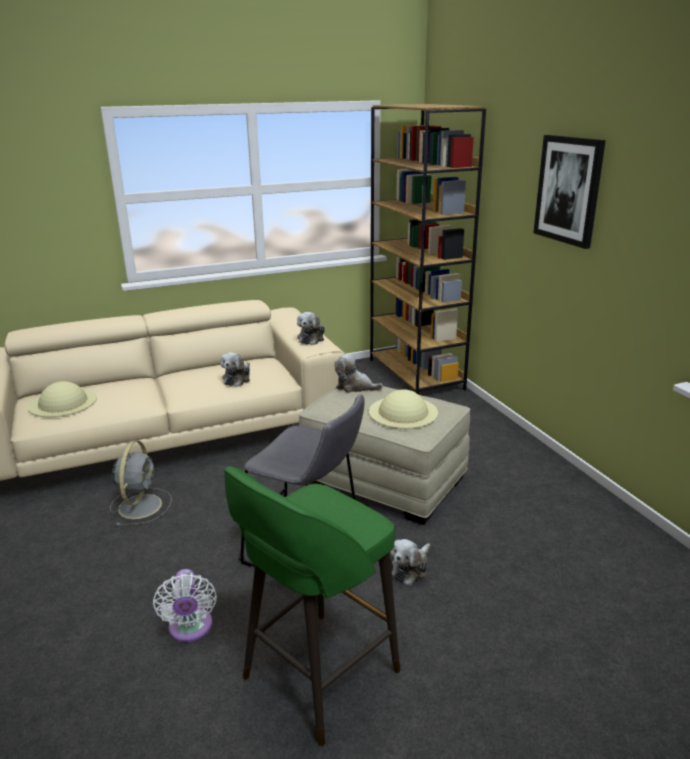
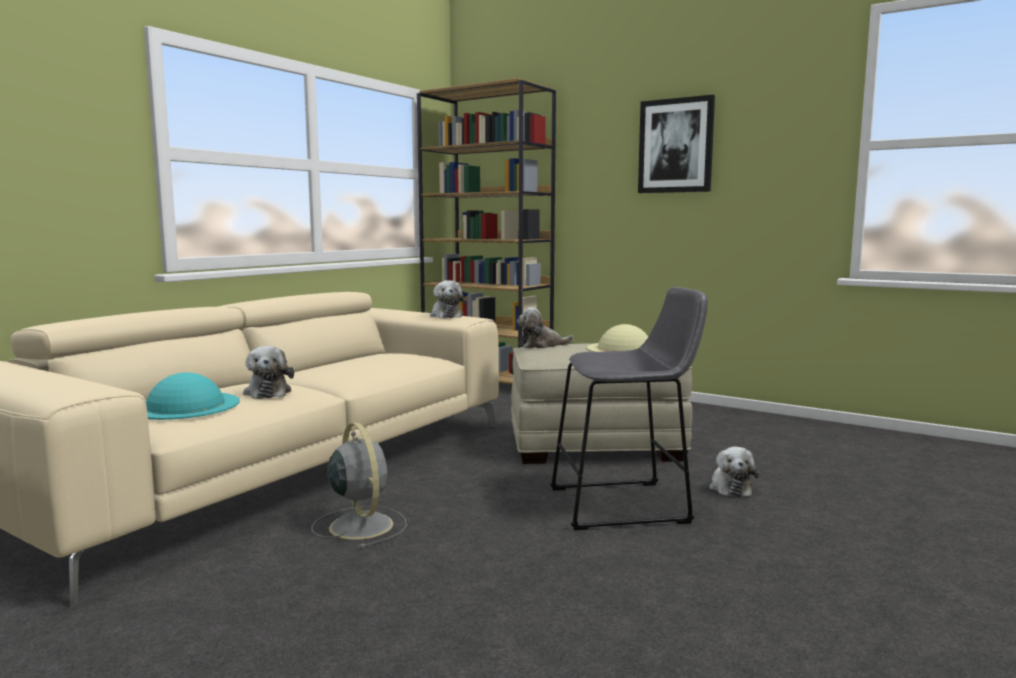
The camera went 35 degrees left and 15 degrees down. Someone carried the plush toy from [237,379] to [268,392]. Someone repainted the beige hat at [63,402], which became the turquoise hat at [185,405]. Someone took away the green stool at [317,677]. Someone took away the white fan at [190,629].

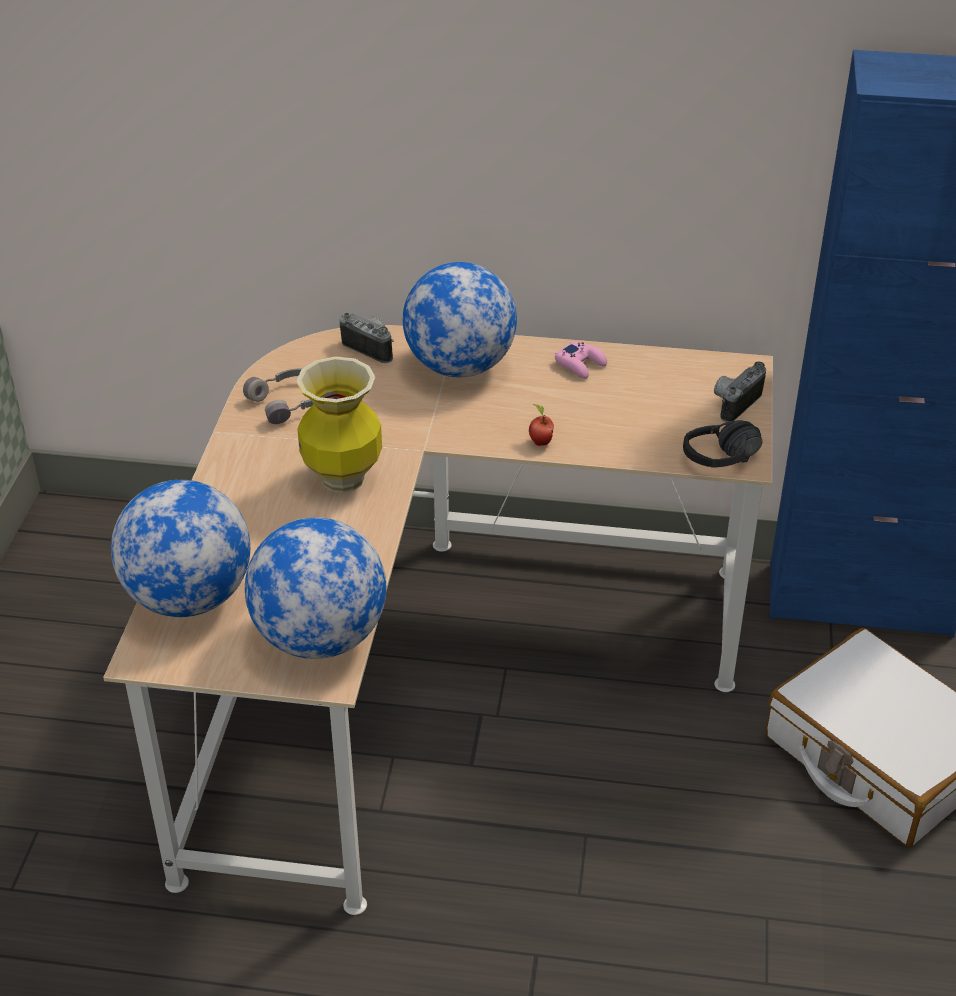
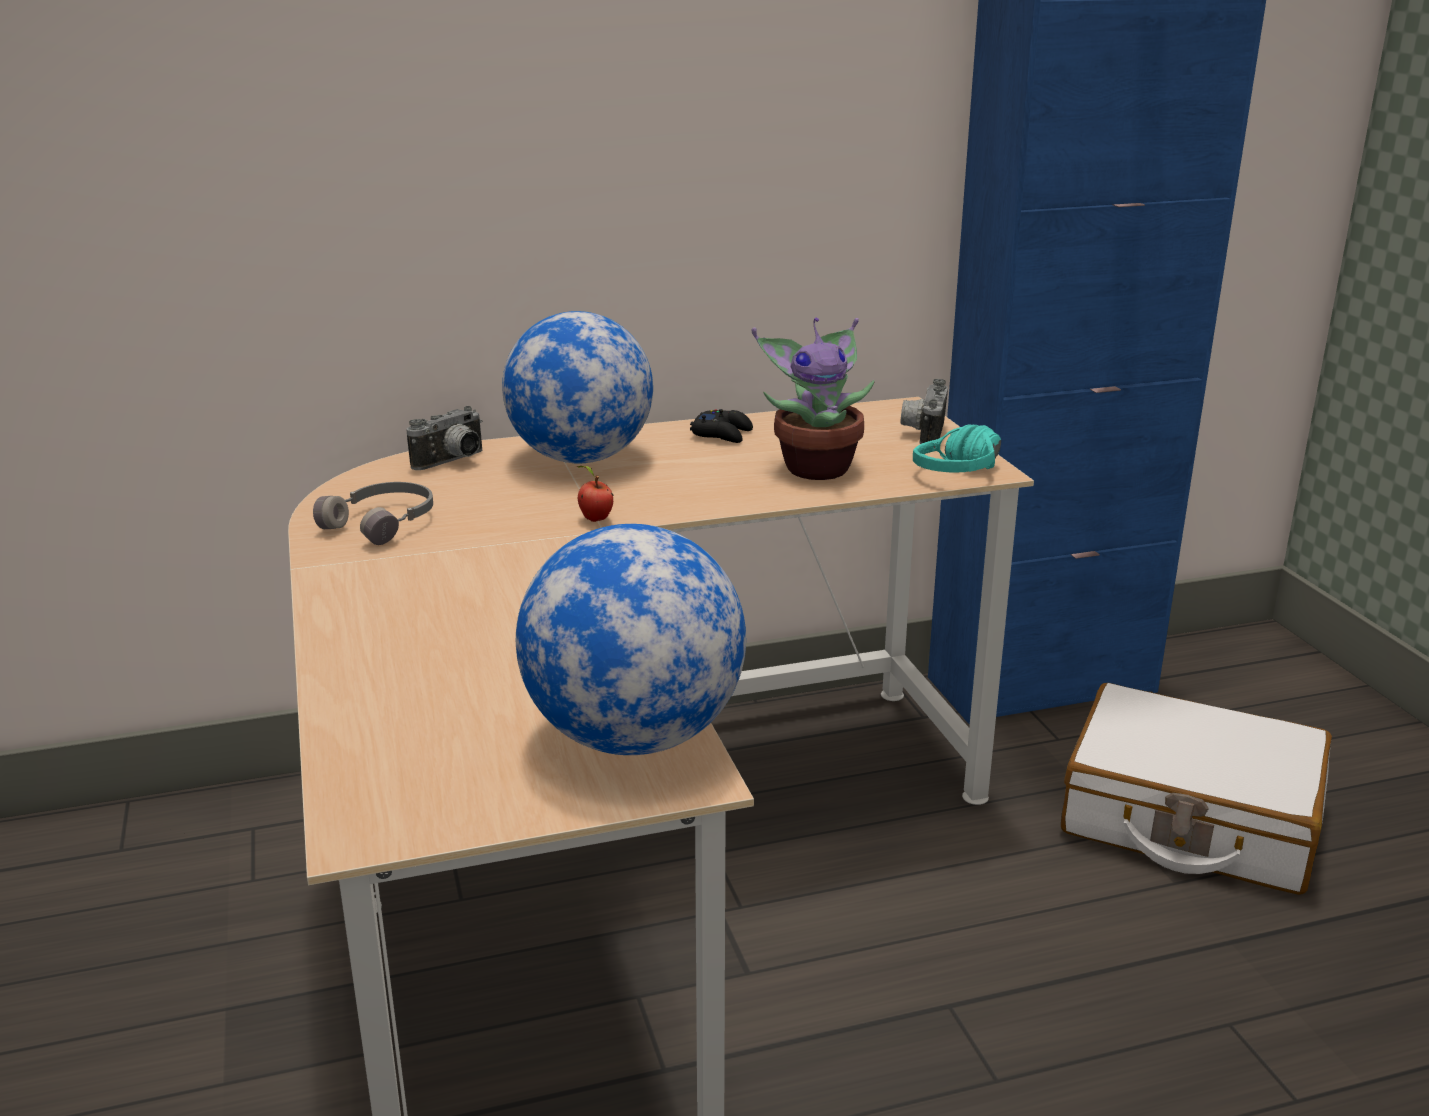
The camera went 25 degrees left and 15 degrees down. Someone rotated the photo camera at [372,347] by 120 degrees clockwise. Someone repainted the pink game controller at [580,364], which became the black game controller at [722,434]. Someone took away the vase at [342,479]. Someone carried the apple from [540,442] to [594,519]. Someone repainted the black headphones at [727,464], which became the turquoise headphones at [972,476]. Someone took away the globe at [188,598]. Someone put down the potted plant at [816,467].

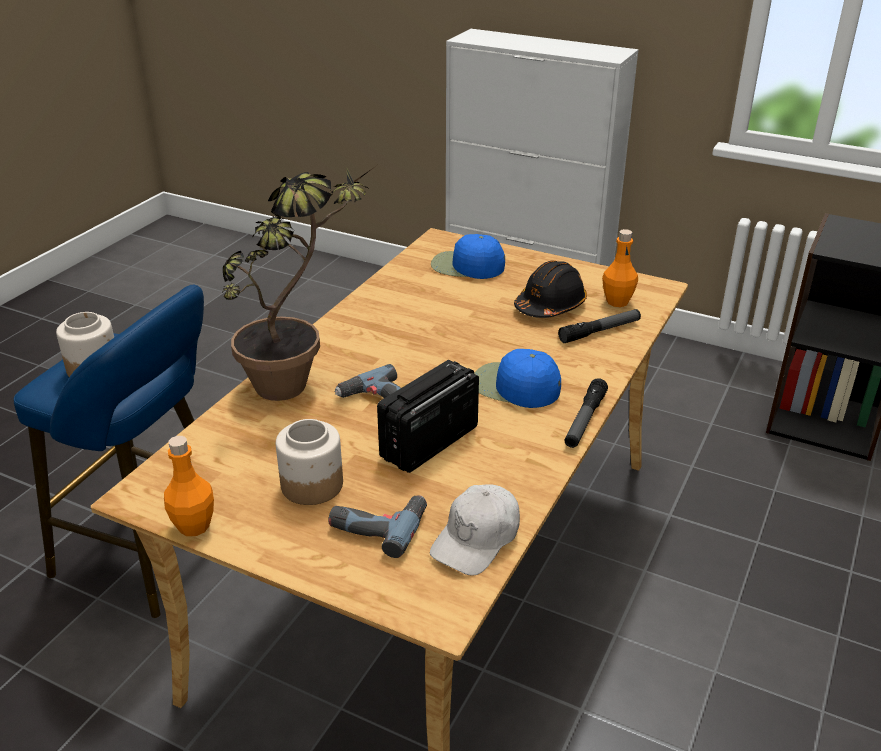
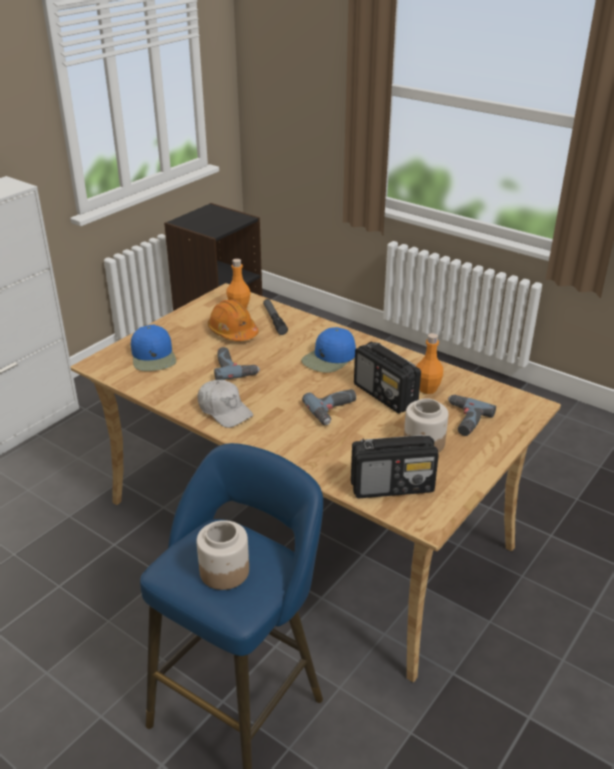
The camera went 80 degrees left and 0 degrees up. Someone took away the potted plant at [299,380]. Someone rotated the blue cap at [466,266] by 45 degrees counterclockwise. Someone repainted the black hard hat at [550,306], which became the orange hard hat at [233,332]. Someone took away the flashlight at [584,420]. Someone carried the orange bottle from [194,526] to [427,389]. Someone carried the white cap from [477,539] to [224,410]. Someone put down the power drill at [235,368]. Someone put down the radio at [393,486].

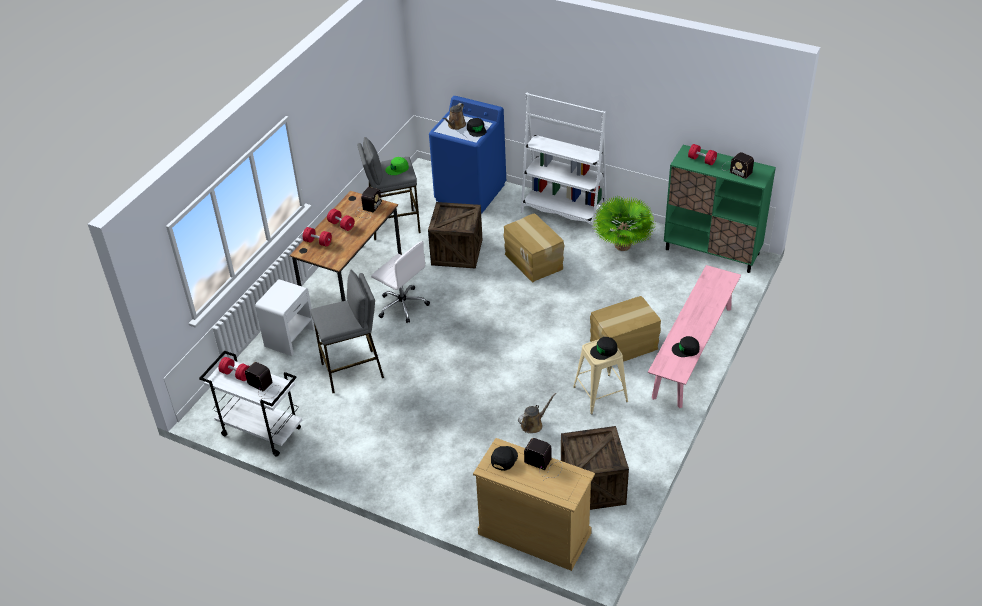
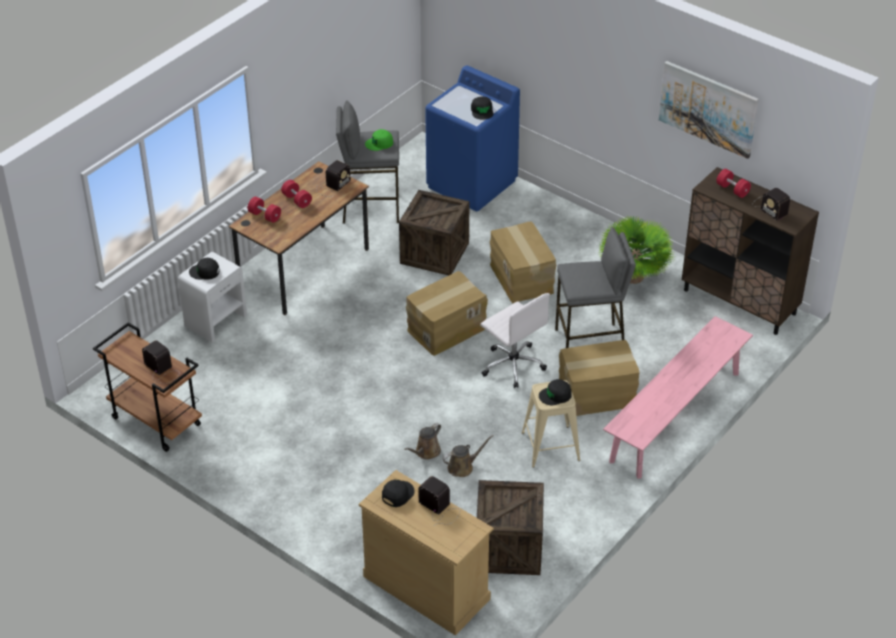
The camera went 10 degrees right and 0 degrees up. Someone took away the white bookcase at [564,211]. Someone carried the brown watering can from [456,125] to [426,452]. Someone repainted the green cabinet at [712,252], which became the brown cabinet at [740,302]. Someone carried the white office chair from [402,305] to [512,364]. Someone carried the grey stool from [353,371] to [590,343]. Someone carried the black cap from [686,349] to [205,272]. Someone repainted the white cart at [260,432], which became the brown cart at [155,421]. Someone took away the red dumbbell at [236,374]. Someone put up the picture at [708,108]. Someone put down the cardboard box at [446,329].

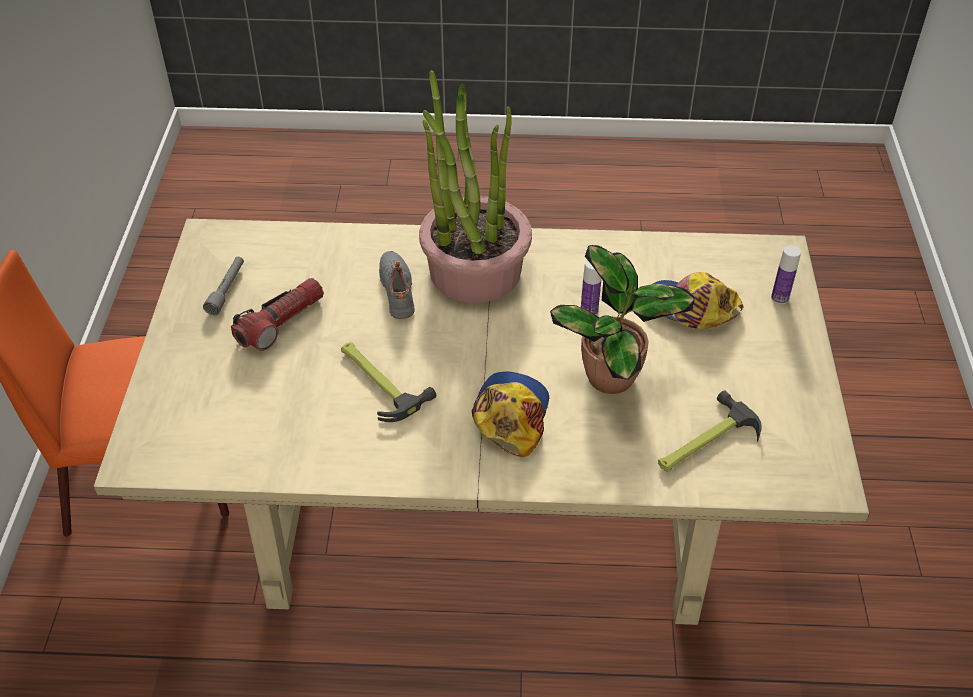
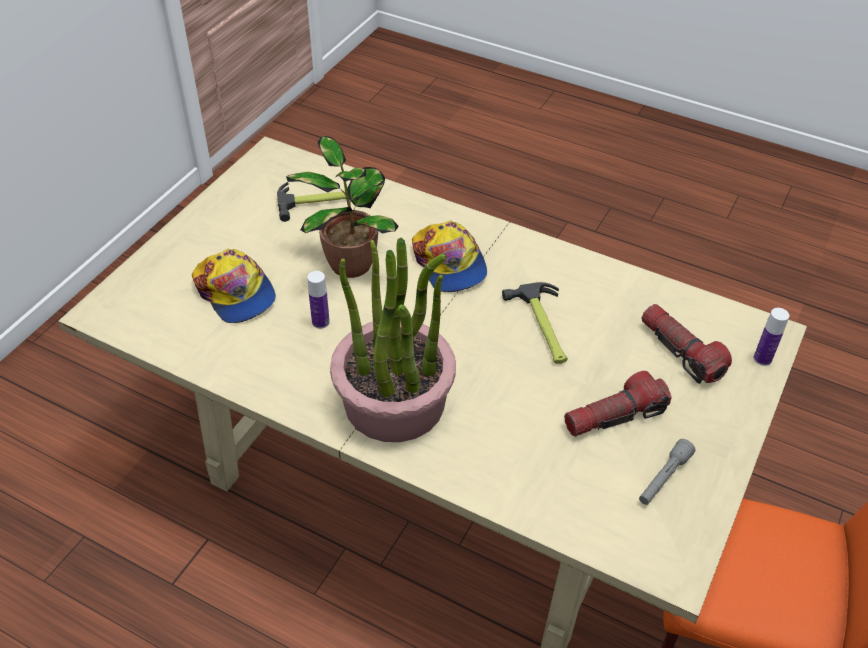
The camera went 155 degrees left and 0 degrees up. Someone carried the bottle from [779,298] to [762,359]. Someone took away the grey shoe at [399,290]. Someone rotated the cap at [511,415] by 60 degrees counterclockwise. Someone put down the flashlight at [681,352].

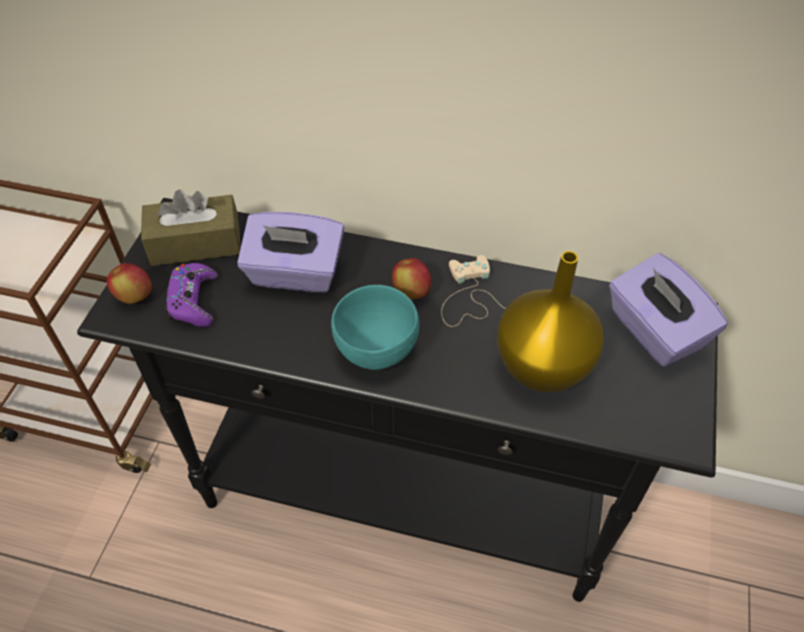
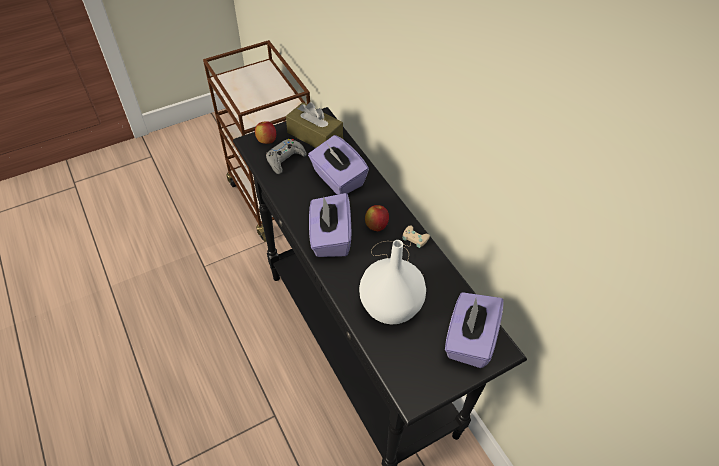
The camera went 45 degrees right and 0 degrees up. Someone repainted the yellow vase at [544,366], which became the white vase at [392,307]. Someone repainted the purple game controller at [194,301], which became the grey game controller at [285,159]. Someone swapped the turquoise bowl at [378,349] for the purple tissue box at [330,238].

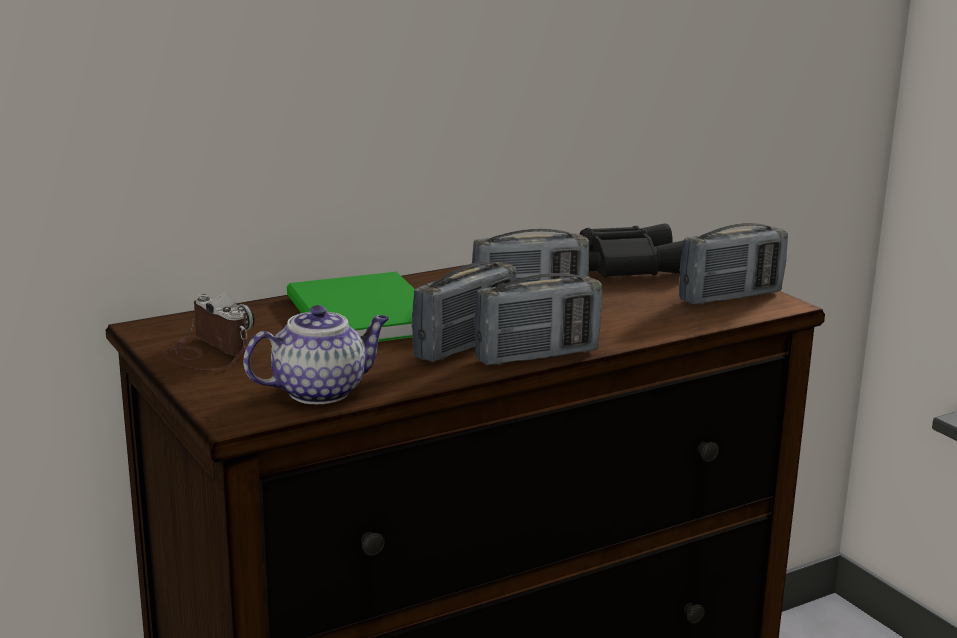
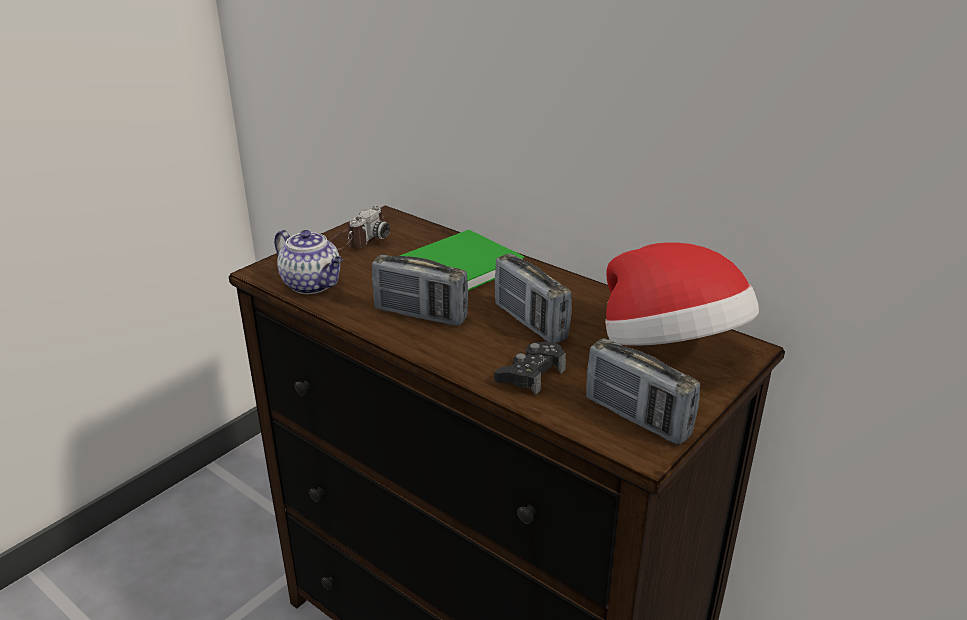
The camera went 70 degrees right and 10 degrees up. Someone swapped the black binoculars at [624,265] for the hat at [670,349]. Someone took away the radio at [537,356]. Someone put down the black game controller at [531,374].

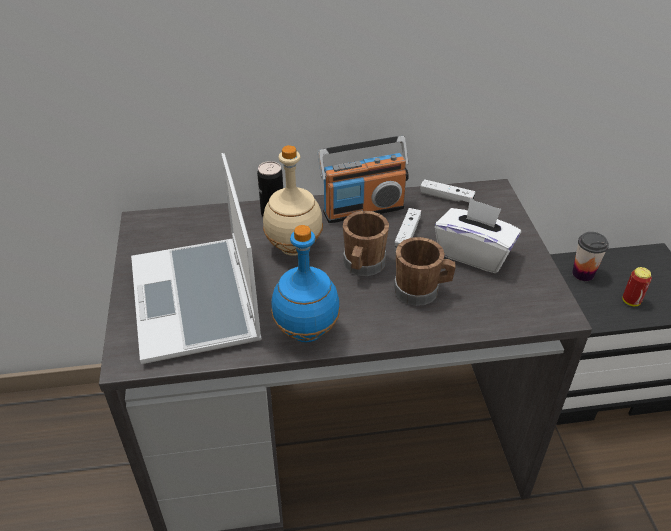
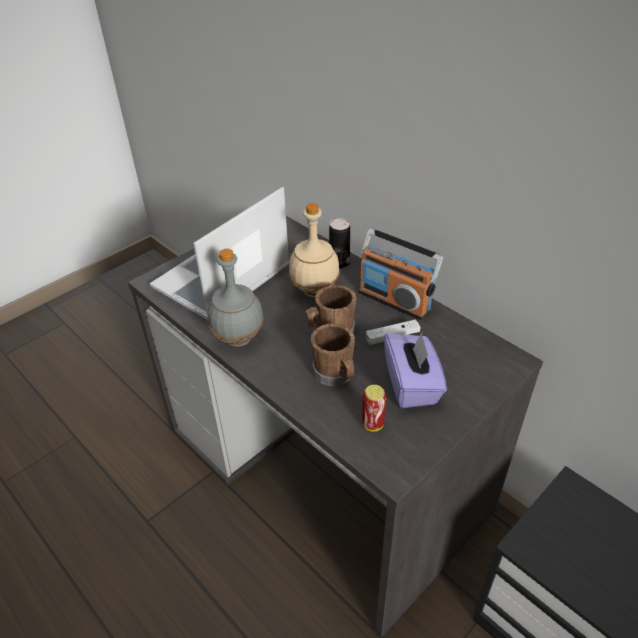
The camera went 55 degrees right and 0 degrees up. Someone took away the white game controller at [446,197]. Someone repainted the white tissue box at [474,254], which became the purple tissue box at [412,385]. Someone repainted the blue bottle at [305,332], which became the grey bottle at [238,338]. Someone took away the cup at [583,273]. Someone carried the can from [631,301] to [372,424].

